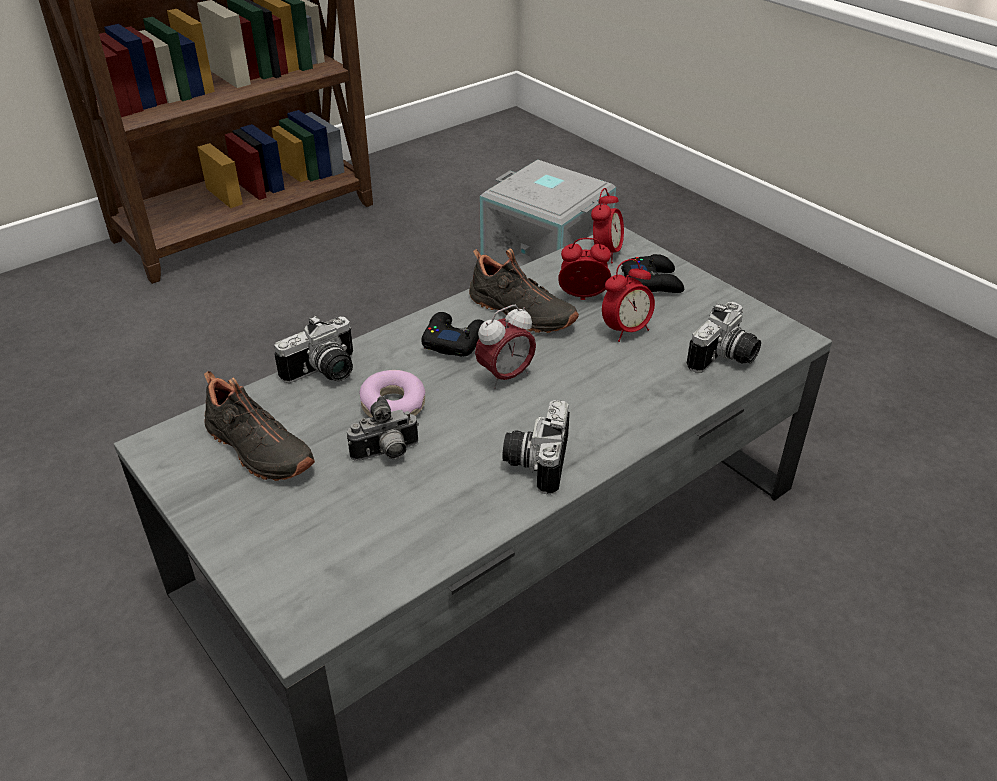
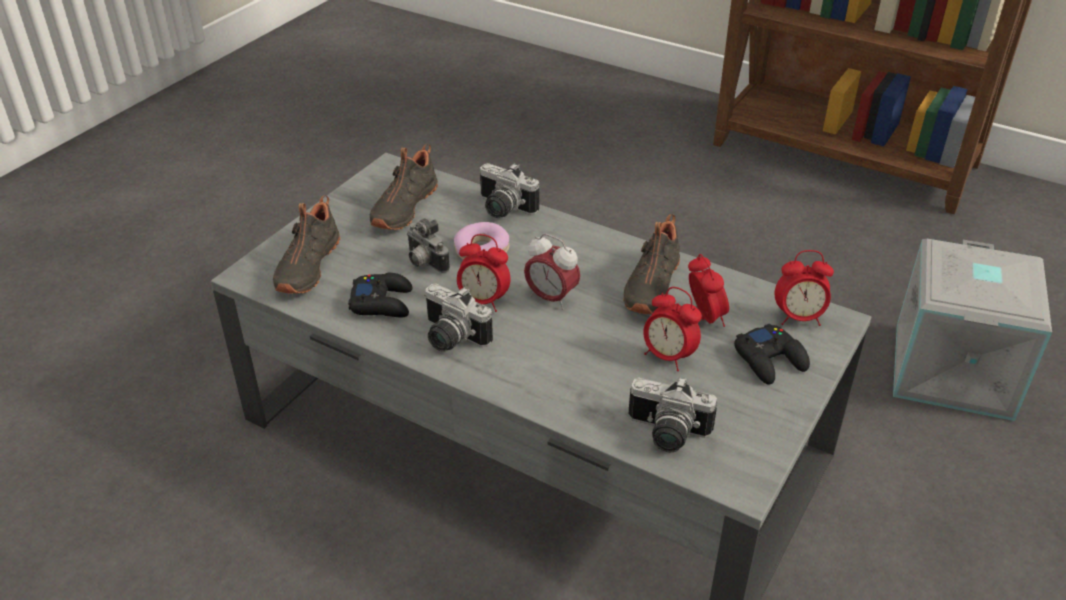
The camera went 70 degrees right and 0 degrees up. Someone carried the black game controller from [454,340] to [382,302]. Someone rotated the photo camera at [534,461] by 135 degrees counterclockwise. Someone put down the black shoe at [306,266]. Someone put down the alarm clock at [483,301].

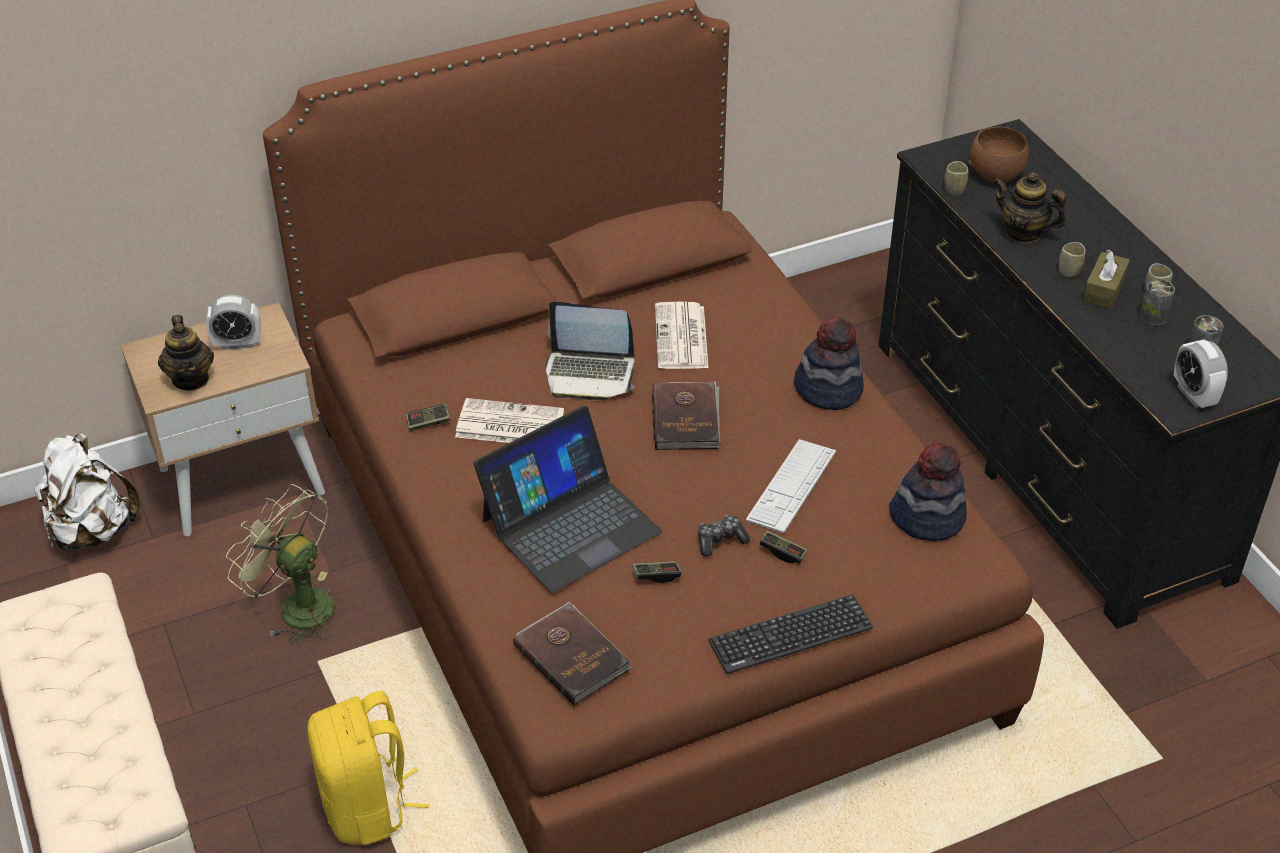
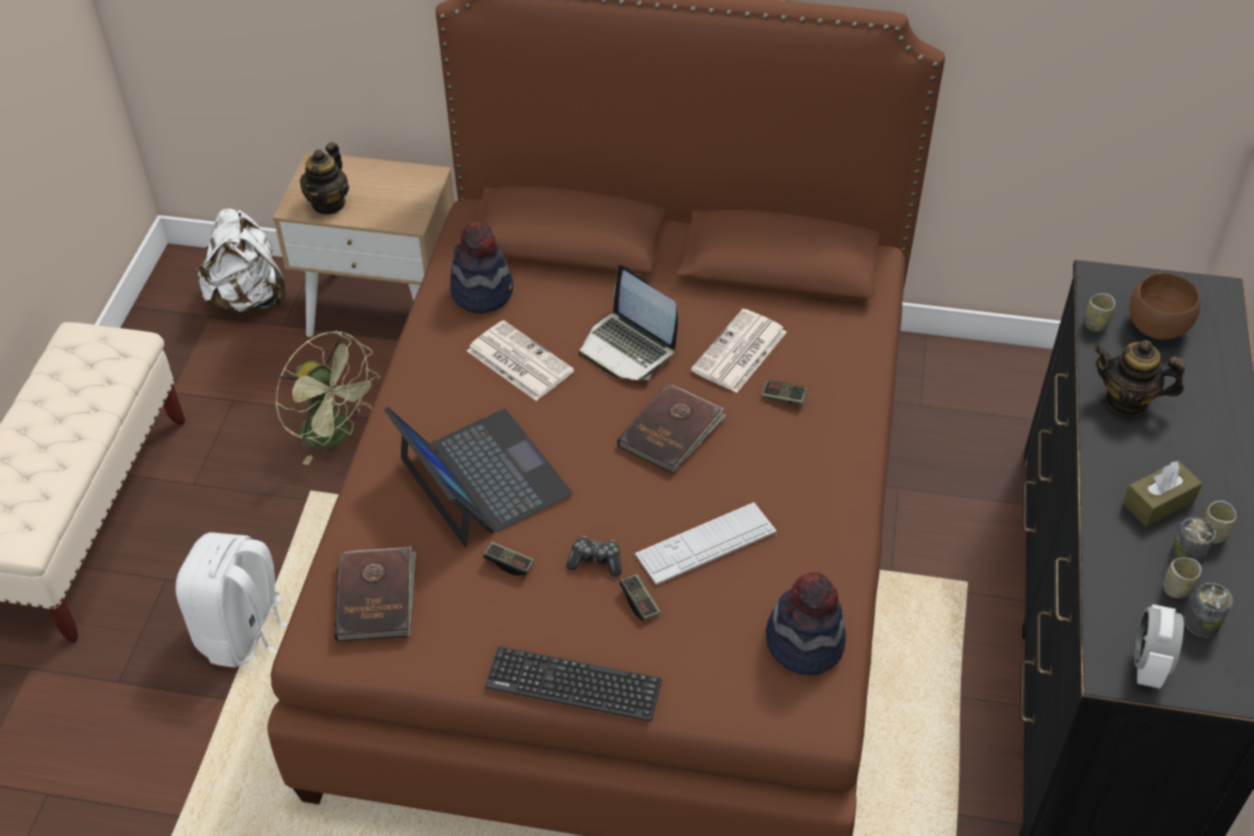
The camera went 35 degrees right and 5 degrees up. Someone rotated the teapot at [1023,232] by 45 degrees counterclockwise. Someone carried the cup from [1069,271] to [1176,589]. Someone took away the alarm clock at [237,343]. Someone carried the hat from [828,389] to [482,291]. Someone carried the game controller from [428,423] to [784,398]. Someone rotated the laptop at [570,525] by 120 degrees counterclockwise. Someone rotated the green fan at [296,605] by 150 degrees clockwise. Someone repainted the yellow backpack at [367,806], which became the white backpack at [245,633].

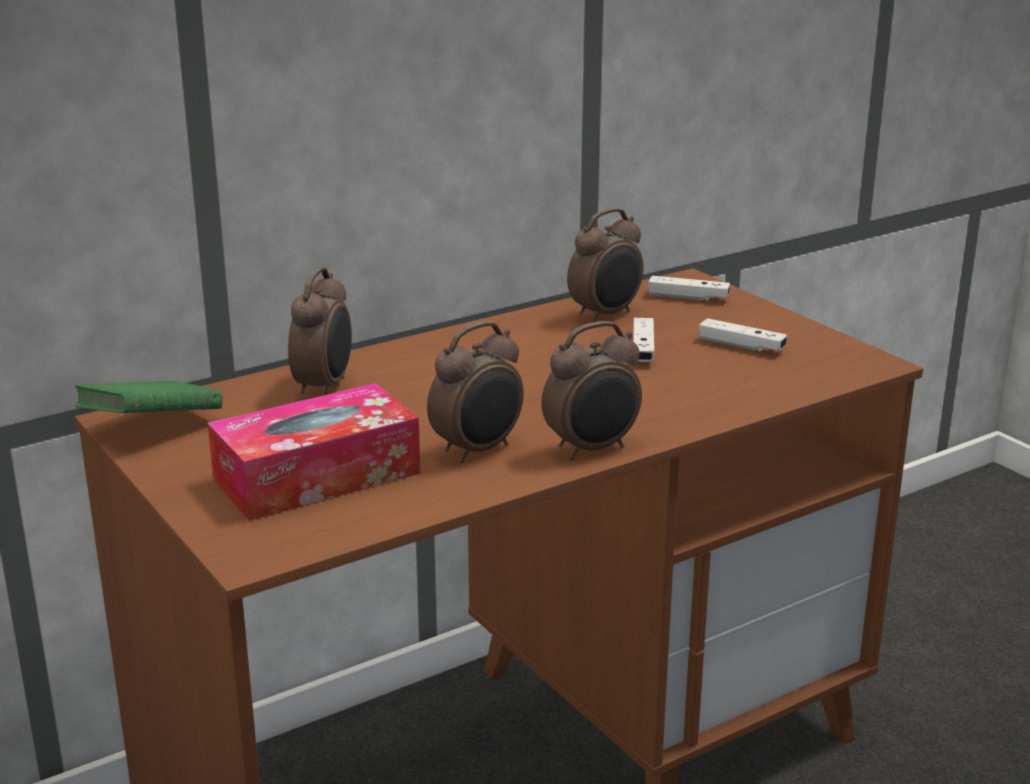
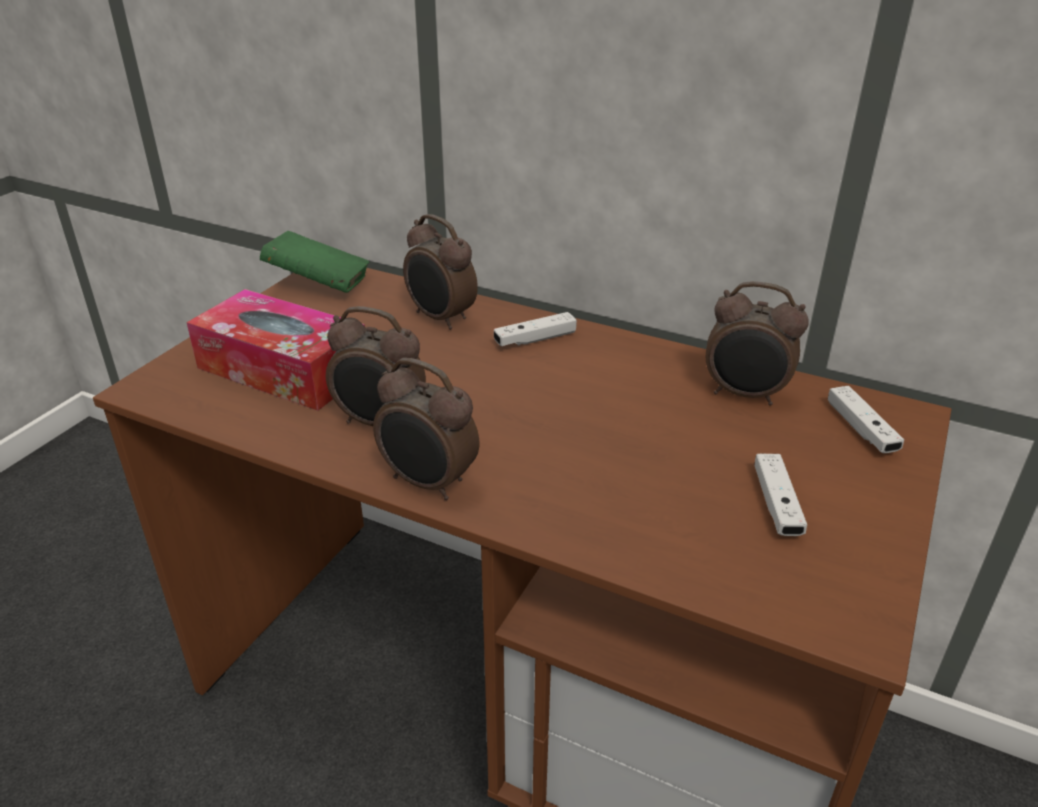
The camera went 60 degrees right and 10 degrees up. Someone rotated the alarm clock at [325,387] by 60 degrees clockwise. Someone carried the white game controller from [643,350] to [535,339].

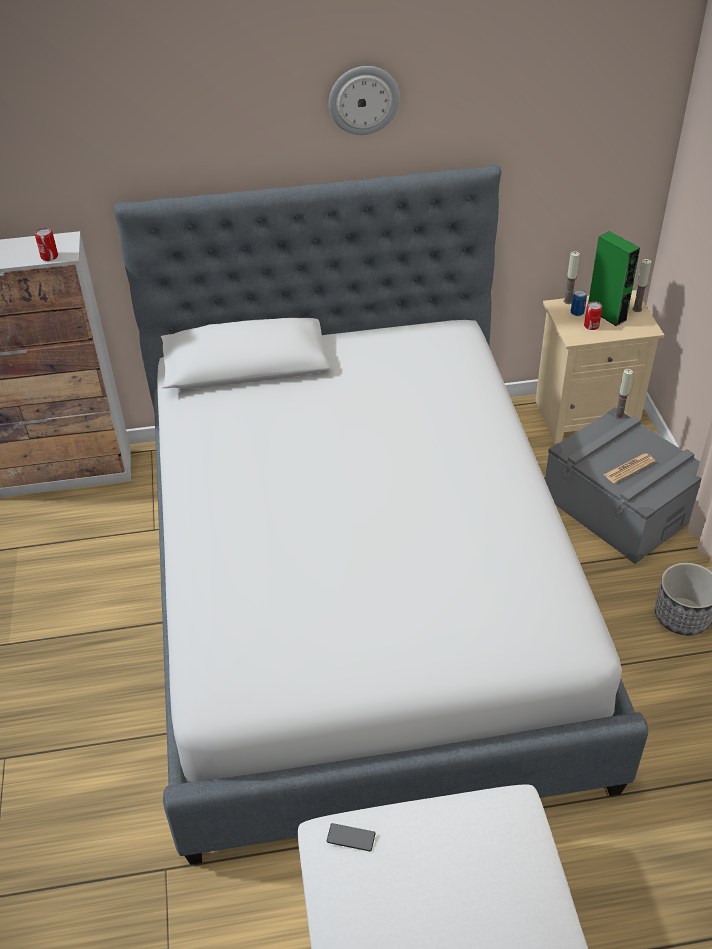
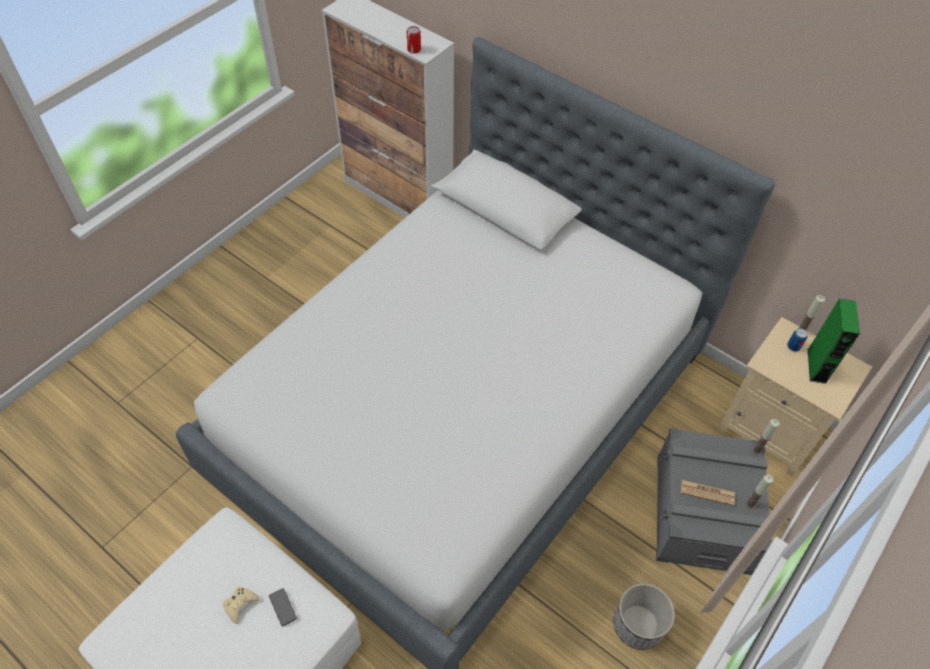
The camera went 45 degrees right and 10 degrees up. Someone took away the wall clock at [363,100]. Someone carried the candle from [637,309] to [750,504]. Someone took away the can at [591,326]. Someone carried the phone from [351,837] to [282,607]. Someone put down the beige game controller at [240,604].

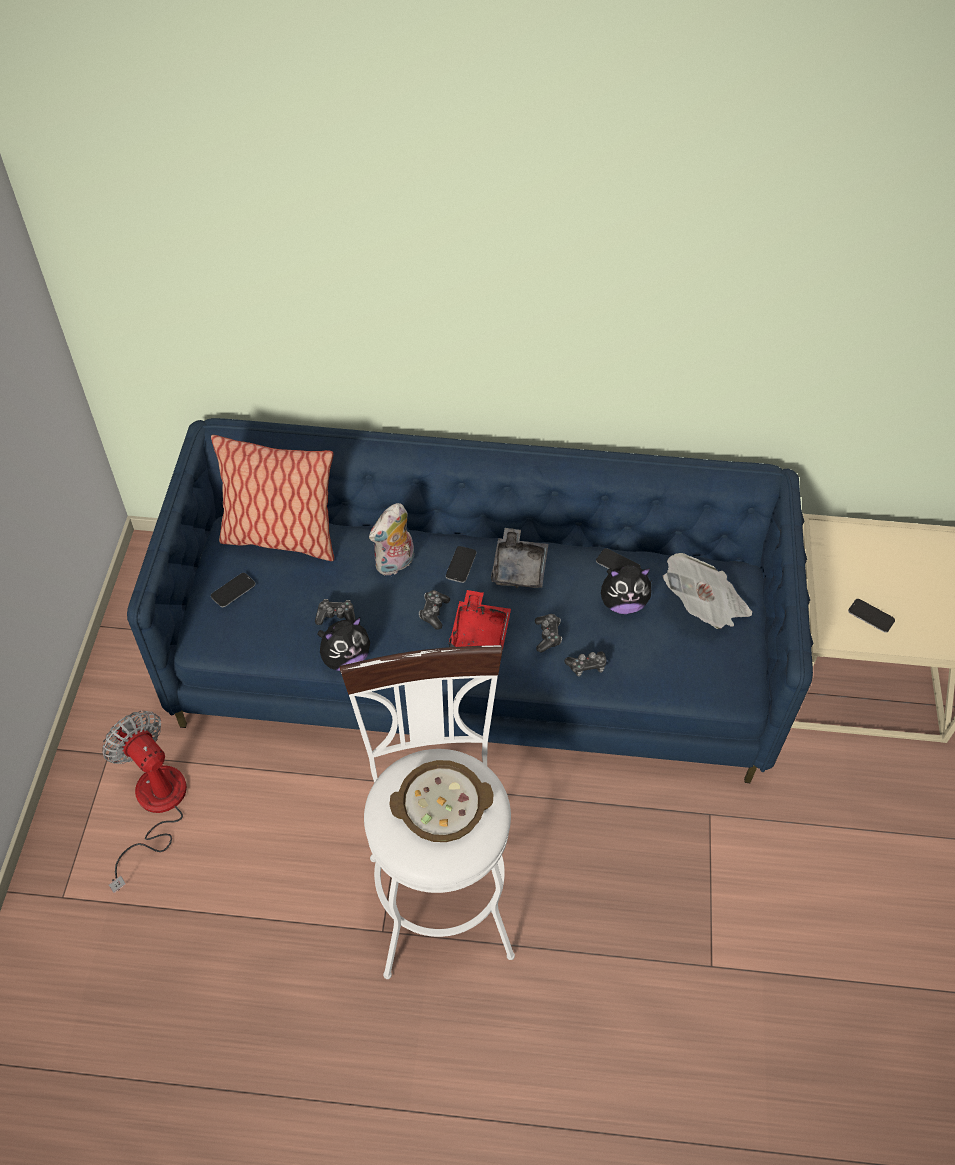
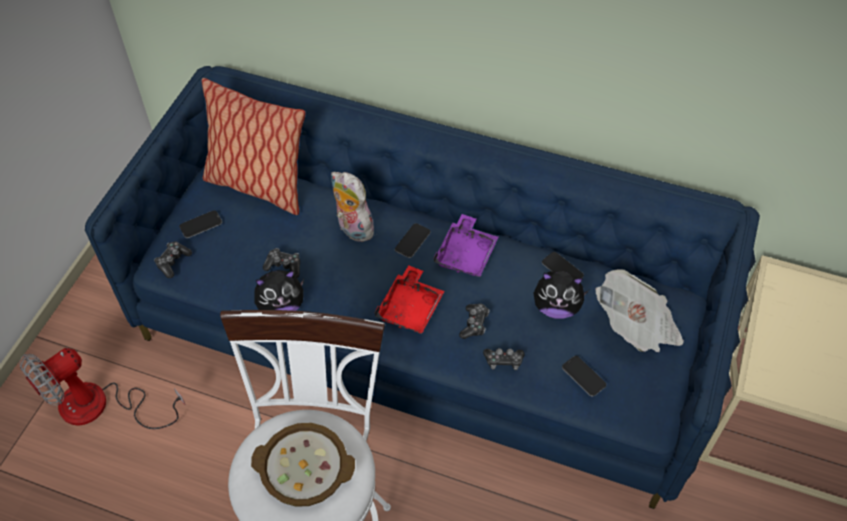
The camera went 15 degrees right and 0 degrees up. Someone rotated the plush toy at [395,564] by 75 degrees clockwise. Someone repainted the grey tray at [519,567], which became the purple tray at [466,254]. Someone carried the game controller from [434,612] to [173,262]. Someone carried the phone from [871,616] to [583,376]. Someone rotated the fan at [155,808] by 105 degrees counterclockwise.

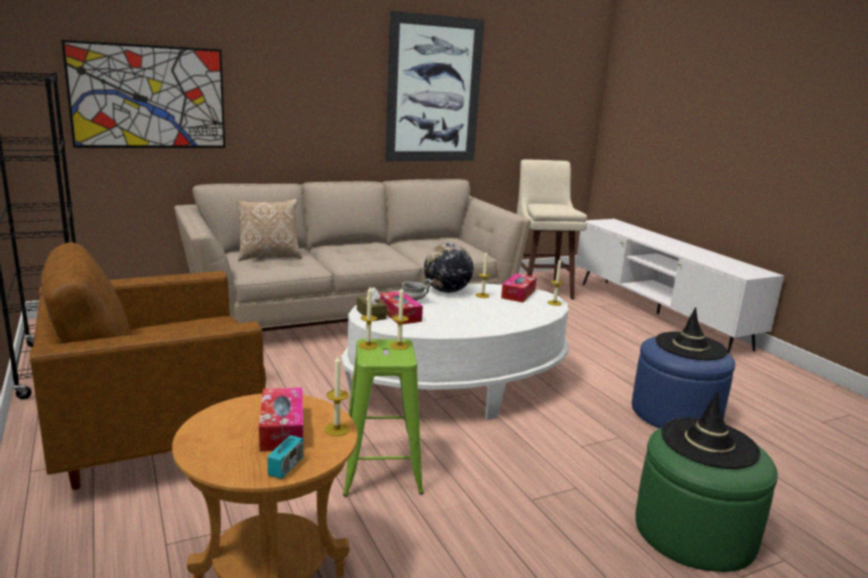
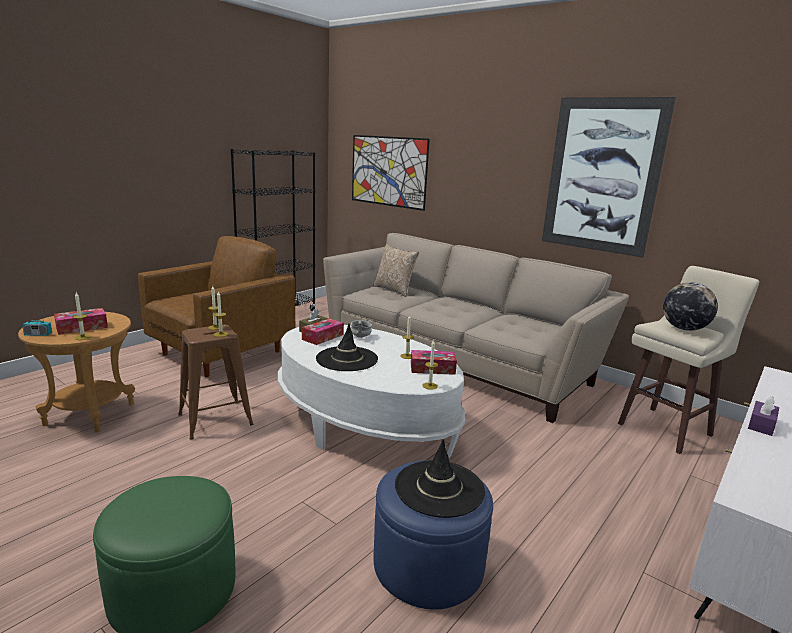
The camera went 65 degrees right and 0 degrees up. Someone rotated the brown armchair at [158,436] by 90 degrees clockwise. Someone carried the globe from [447,291] to [684,329]. Someone repainted the green stool at [381,470], which became the brown stool at [214,419]. Someone carried the black hat from [709,443] to [347,359]. Someone put down the purple tissue box at [761,425].

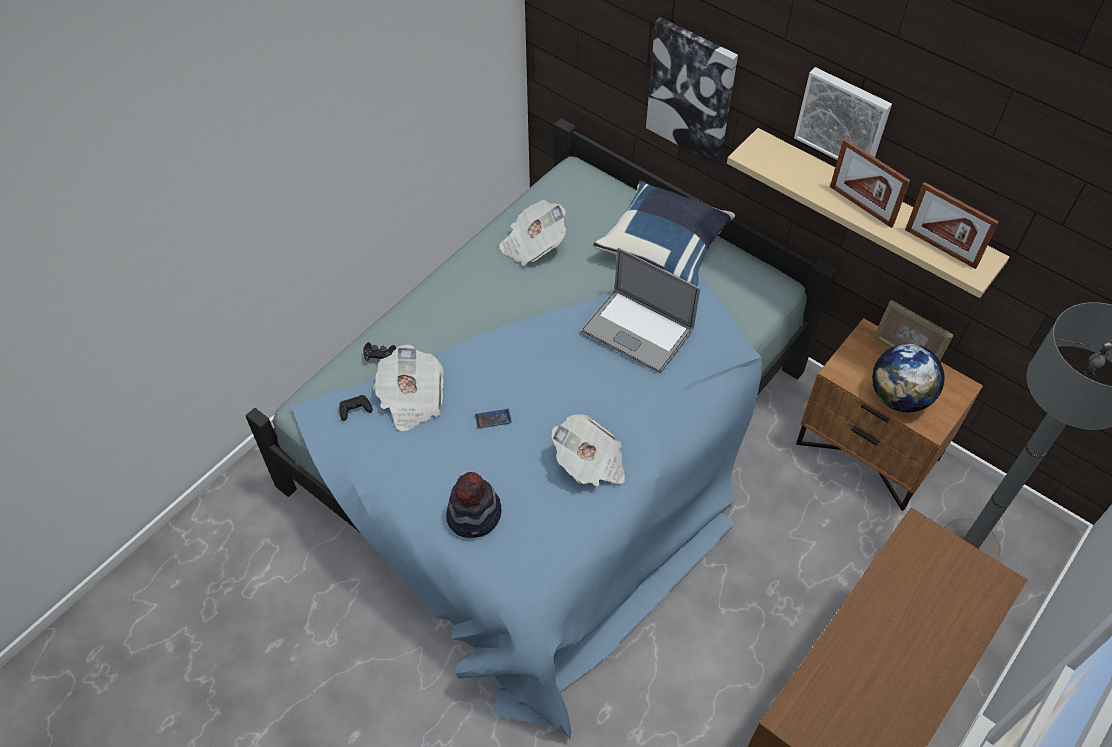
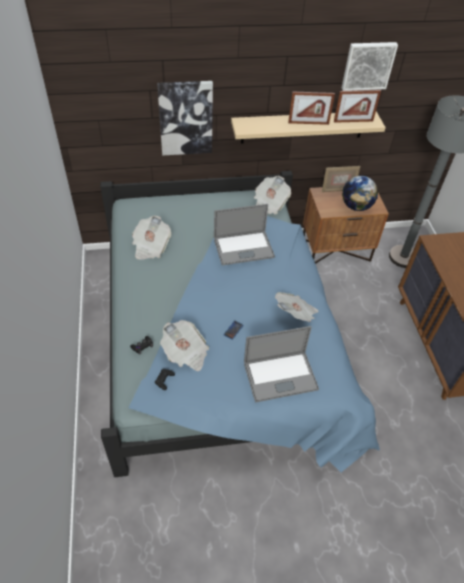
The camera went 50 degrees left and 5 degrees down. Someone carried the picture from [843,118] to [368,65]. Someone took away the blue pillow at [664,247]. Someone swapped the hat at [475,515] for the laptop at [280,376]. Someone put down the newspaper at [269,204].

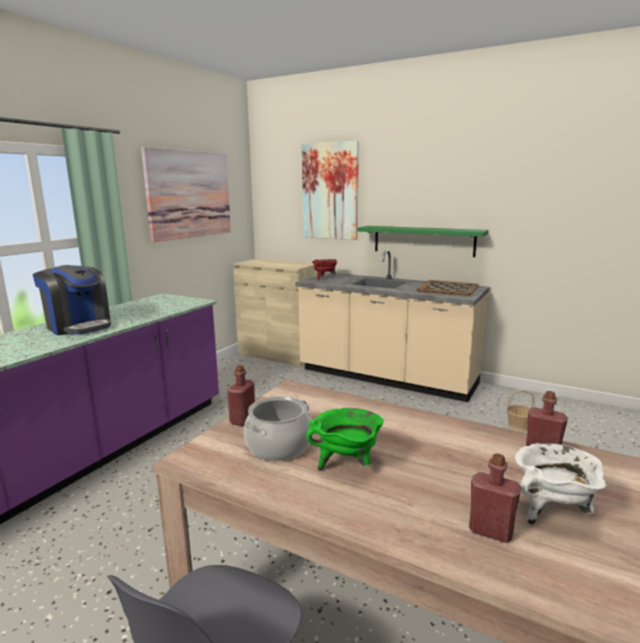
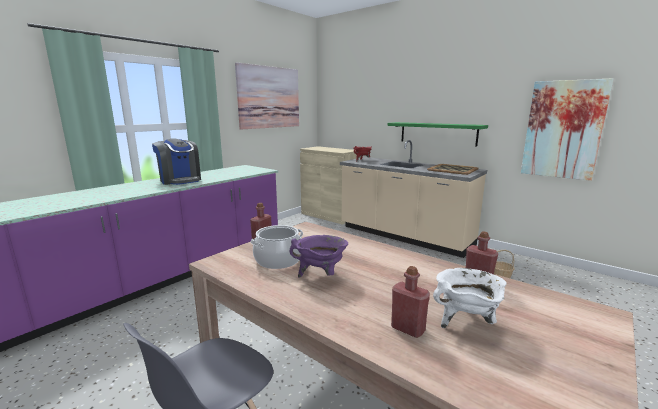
The camera went 10 degrees right and 0 degrees up. Someone carried the picture from [330,191] to [563,130]. Someone repainted the green cooking pot at [347,464], which became the purple cooking pot at [321,275].

